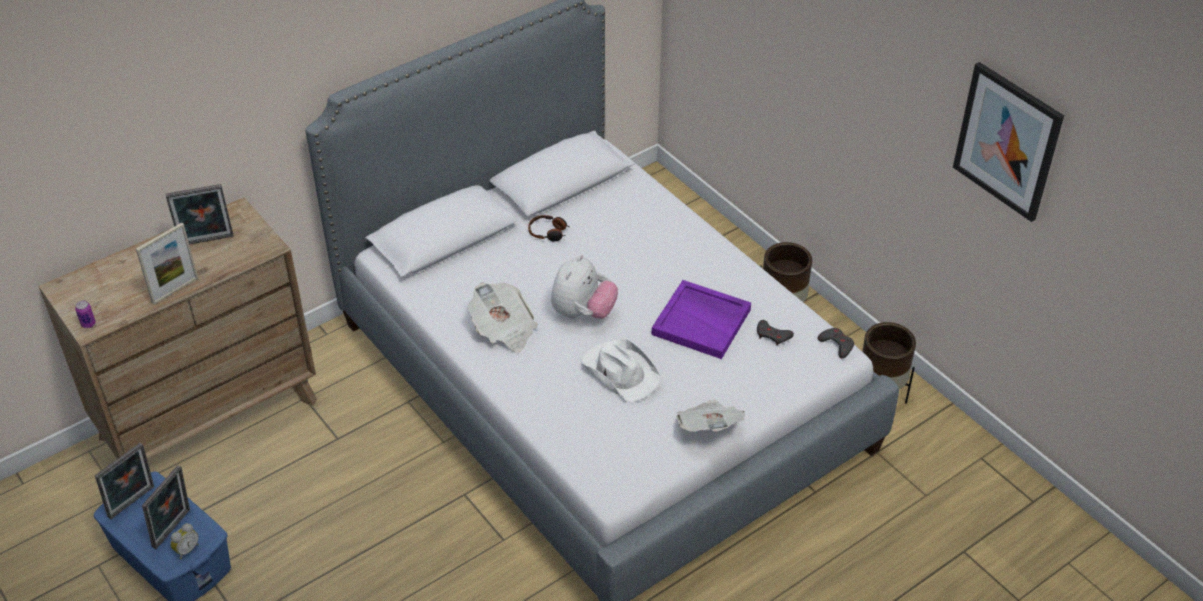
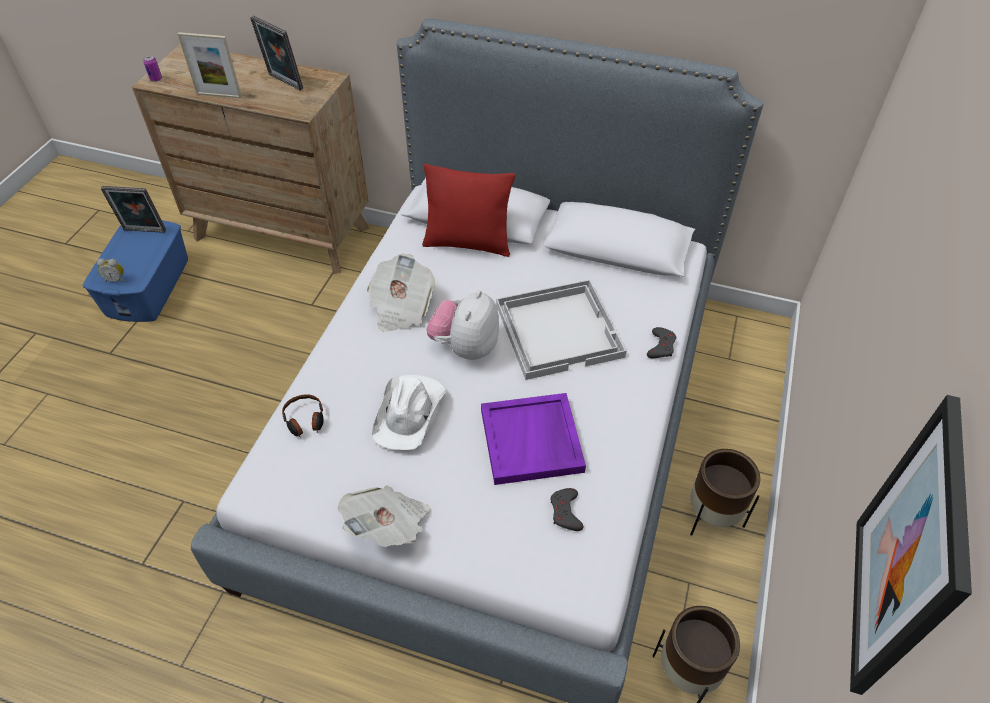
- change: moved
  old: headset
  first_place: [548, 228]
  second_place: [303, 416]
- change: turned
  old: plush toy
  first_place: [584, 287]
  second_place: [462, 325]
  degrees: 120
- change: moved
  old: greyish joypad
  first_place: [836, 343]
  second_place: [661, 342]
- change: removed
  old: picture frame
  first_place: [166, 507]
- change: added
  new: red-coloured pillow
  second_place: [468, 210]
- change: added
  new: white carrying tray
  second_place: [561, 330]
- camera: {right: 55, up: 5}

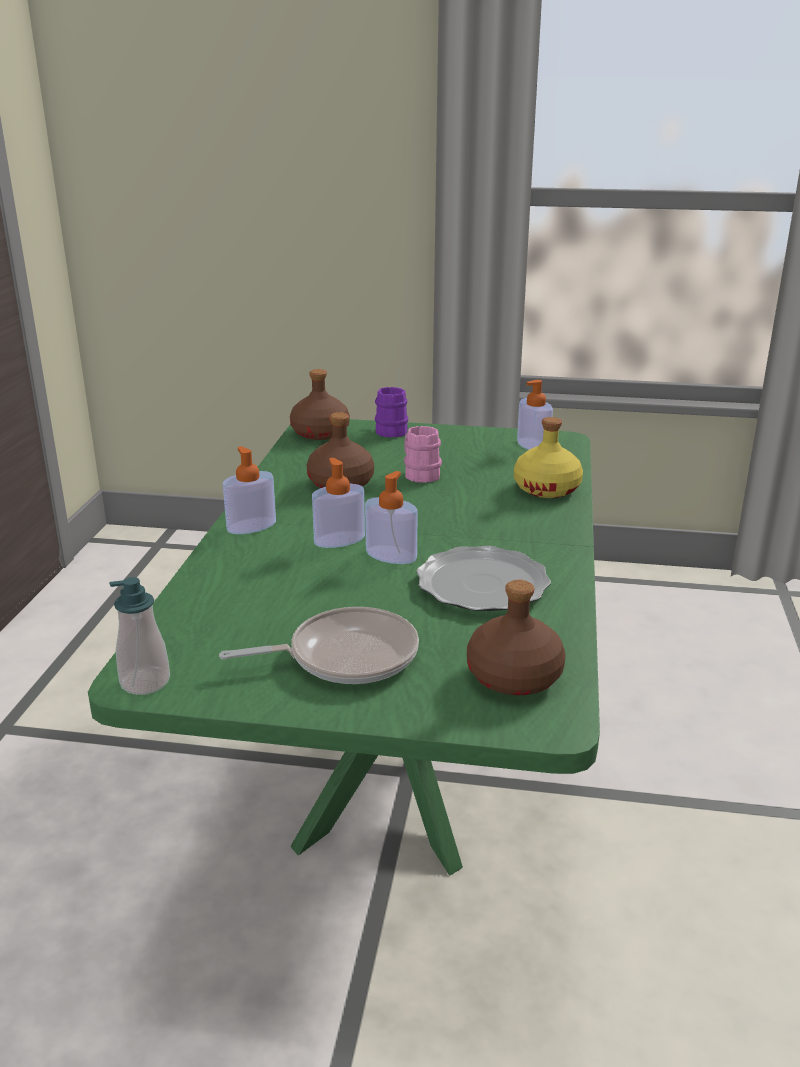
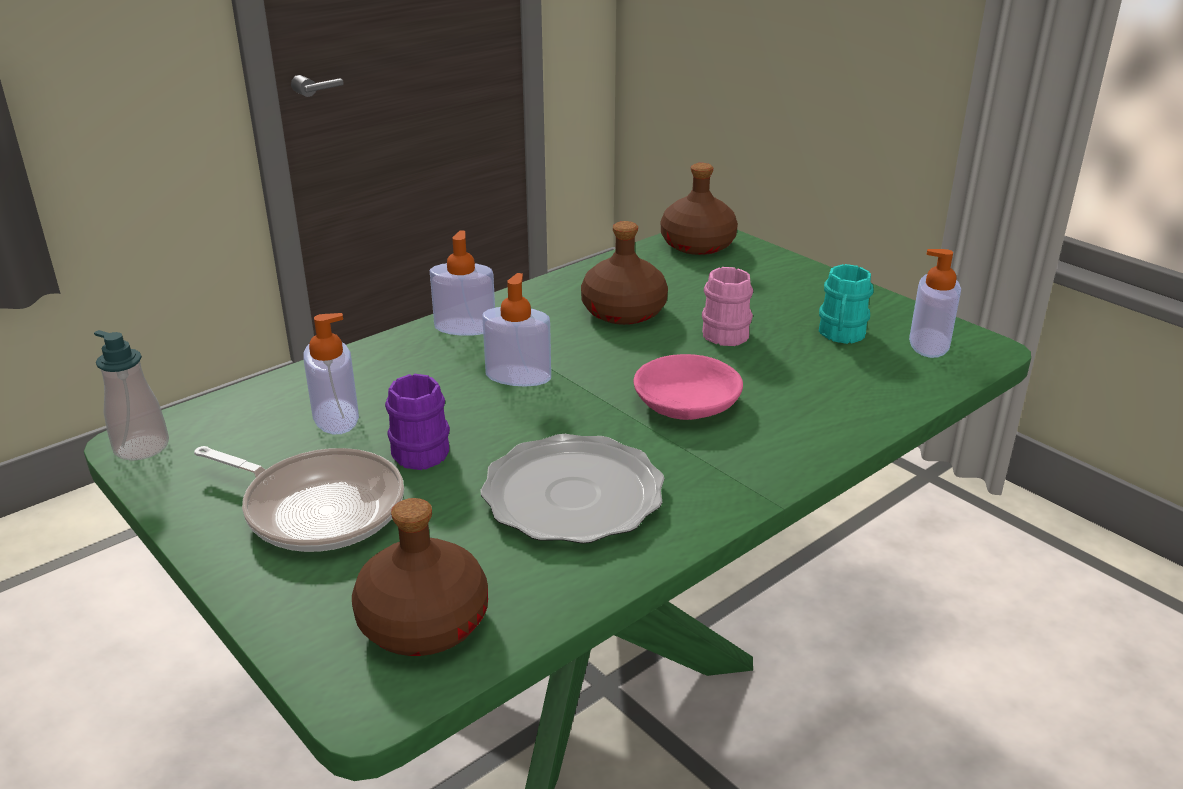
- change: moved
  old: purple-coloured tea mug
  first_place: [391, 412]
  second_place: [417, 422]
- change: removed
  old: yellow-coloured beverage bottle
  first_place: [548, 457]
- change: moved
  old: soap dispenser
  first_place: [391, 517]
  second_place: [331, 373]
- change: added
  new: blue-green tea mug
  second_place: [846, 304]
- change: added
  new: pink-coloured serving bowl
  second_place: [688, 387]
- camera: {right: 40, up: 5}

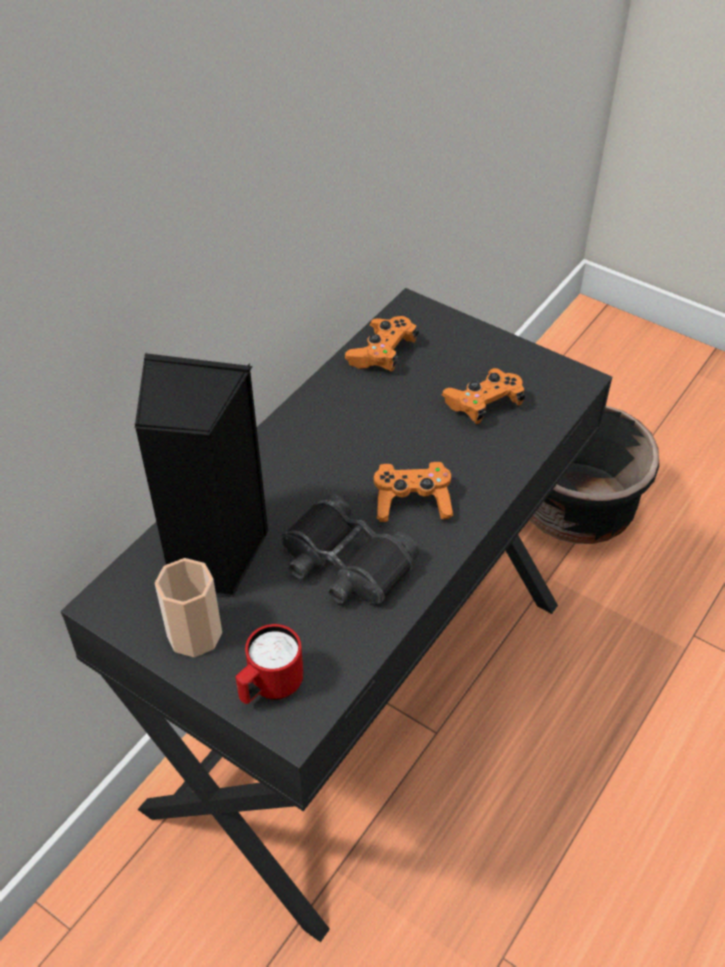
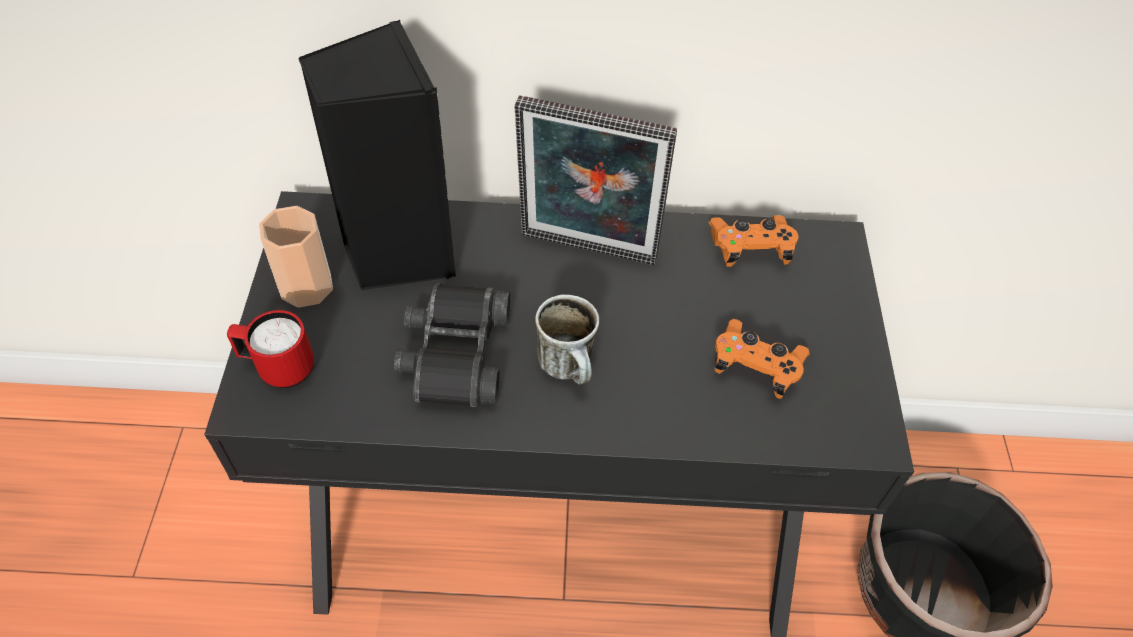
- change: replaced
  old: orange-coloured joypad
  new: tea mug
  first_place: [413, 492]
  second_place: [567, 340]
- change: added
  new: picture frame
  second_place: [596, 180]
- camera: {right: 55, up: 5}

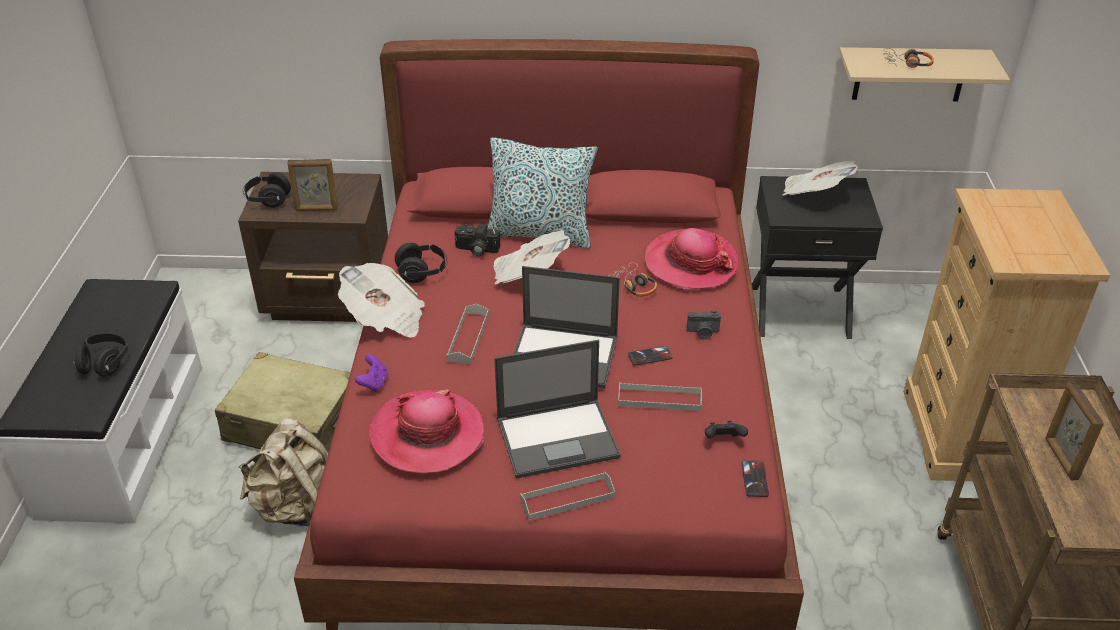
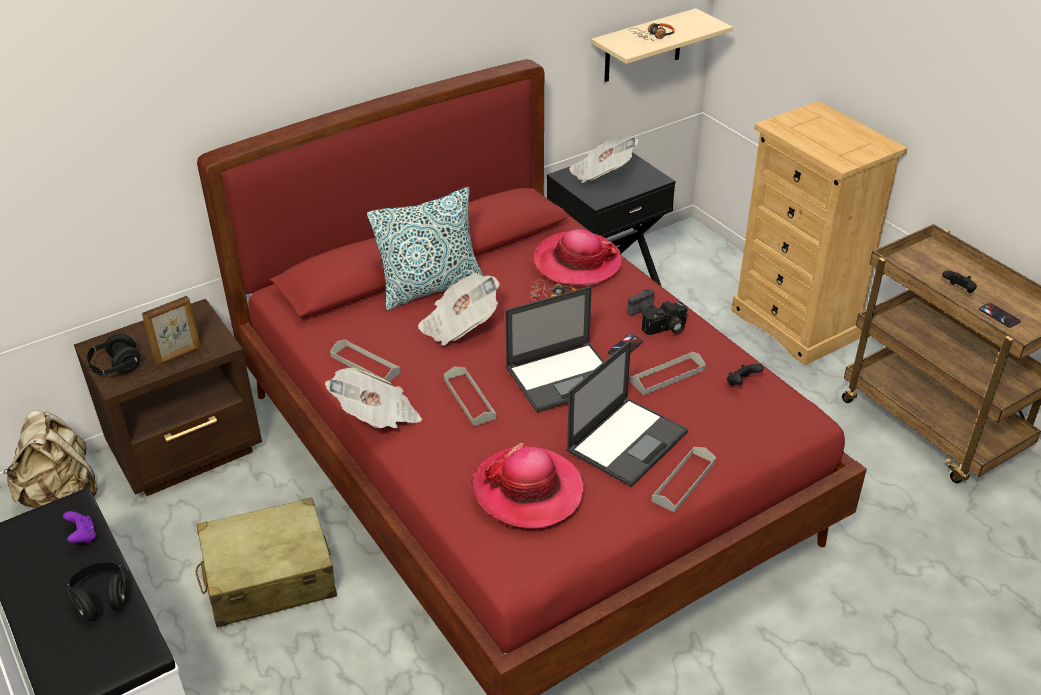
- change: moved
  old: still camera
  first_place: [477, 240]
  second_place: [664, 318]
- change: replaced
  old: blackish headset
  new: greyish carrying tray
  first_place: [421, 263]
  second_place: [365, 360]
- change: moved
  old: purple-coloured joypad
  first_place: [371, 373]
  second_place: [79, 527]
- change: replaced
  old: picture frame
  new: blackish joypad
  first_place: [1074, 430]
  second_place: [959, 282]
- change: moved
  old: sand-coloured knapsack
  first_place: [284, 472]
  second_place: [50, 459]
- change: moved
  old: handset
  first_place: [755, 479]
  second_place: [1000, 315]
- camera: {right: -35, up: 0}

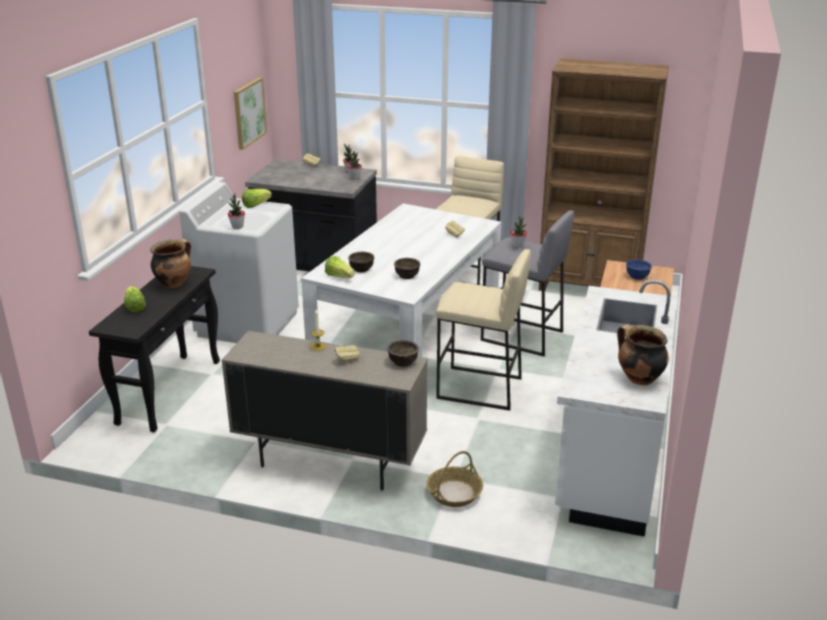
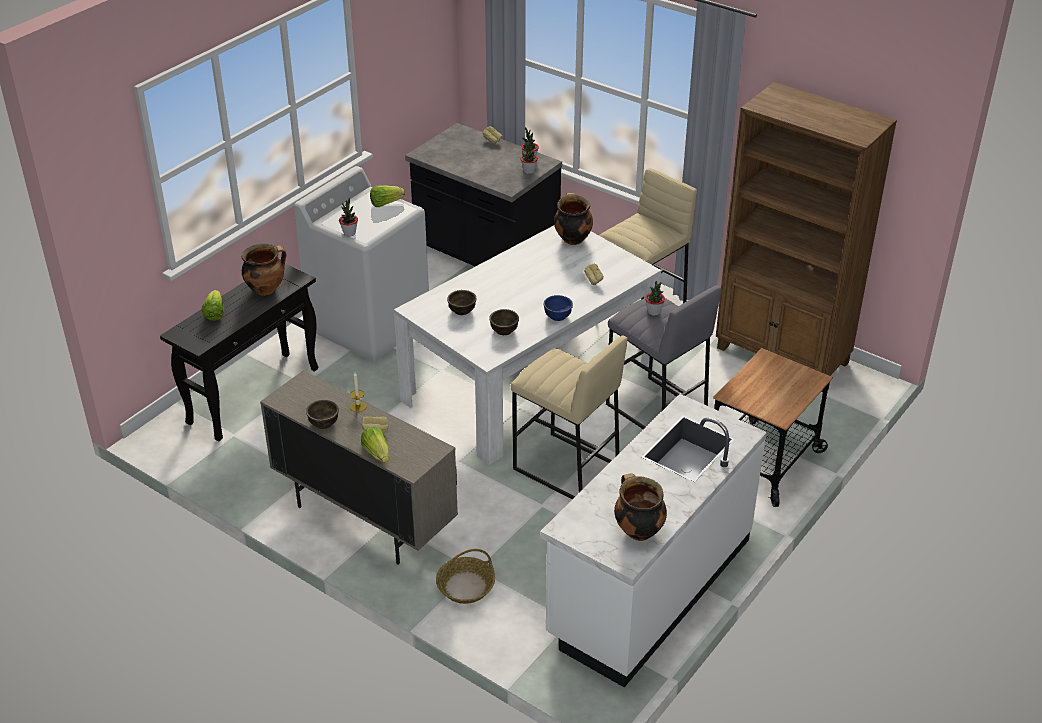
- change: removed
  old: wall art
  first_place: [250, 113]
- change: moved
  old: lettuce head
  first_place: [340, 267]
  second_place: [375, 445]
- change: moved
  old: bluish serving bowl
  first_place: [639, 270]
  second_place: [558, 308]
- change: moved
  old: brown-coloured serving bowl
  first_place: [403, 353]
  second_place: [322, 414]
- change: added
  new: saucepot
  second_place: [573, 219]
- camera: {right: 20, up: 10}

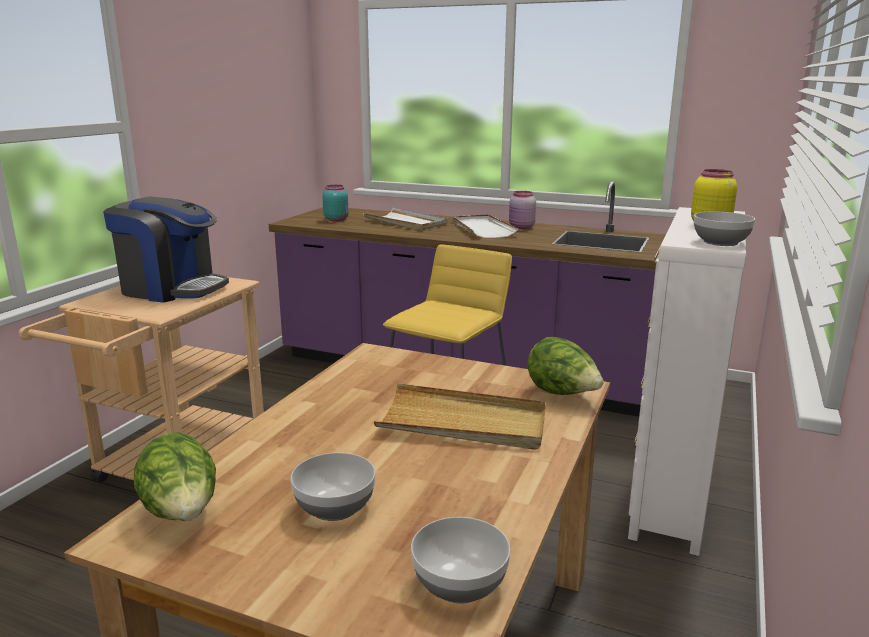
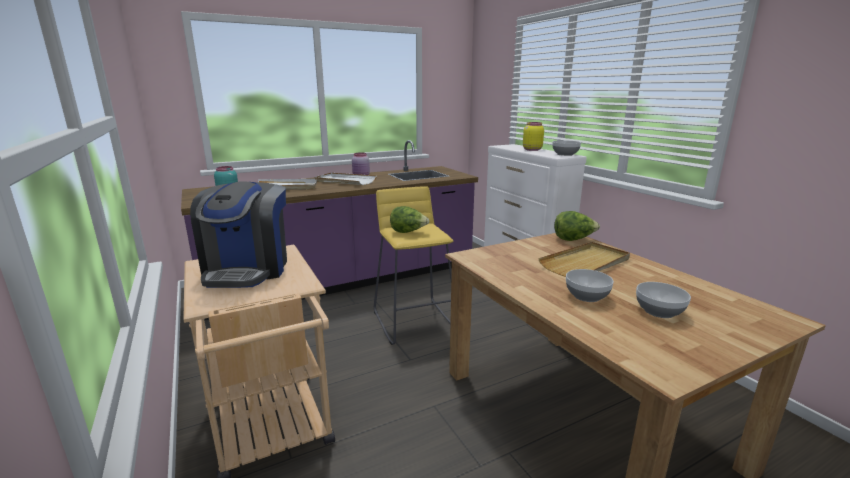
- change: turned
  old: coffee machine
  first_place: [166, 250]
  second_place: [238, 234]
  degrees: 120
- change: moved
  old: lettuce head
  first_place: [175, 476]
  second_place: [409, 219]
- change: moved
  old: serving bowl
  first_place: [461, 560]
  second_place: [590, 285]
- camera: {right: -50, up: 0}

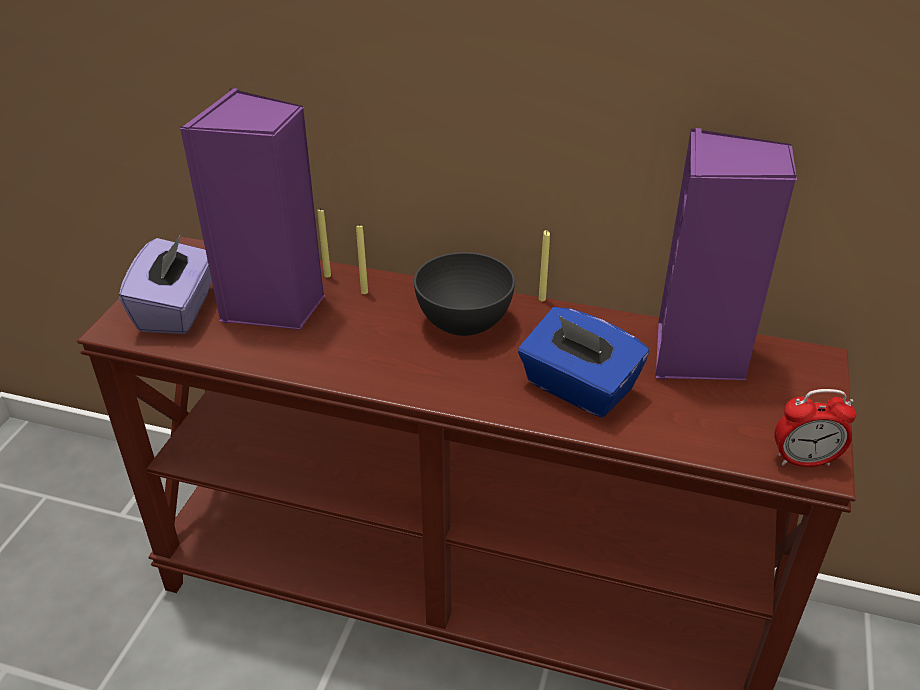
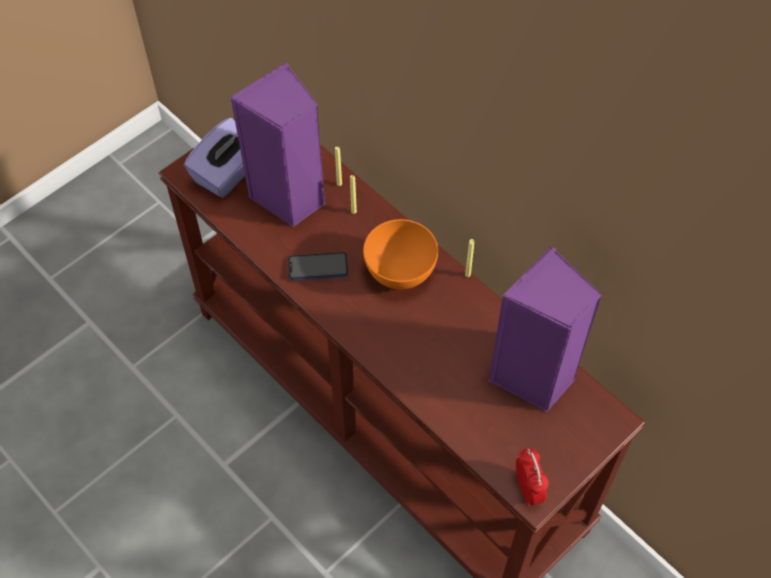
- change: recoloured
  old: greyish serving bowl
  new: orange-coloured serving bowl
  first_place: [464, 294]
  second_place: [400, 254]
- change: removed
  old: bluish box of tissues
  first_place: [583, 362]
- change: turned
  old: table clock
  first_place: [815, 428]
  second_place: [532, 477]
  degrees: -135
- change: added
  new: handset
  second_place: [318, 266]
- camera: {right: 30, up: 20}

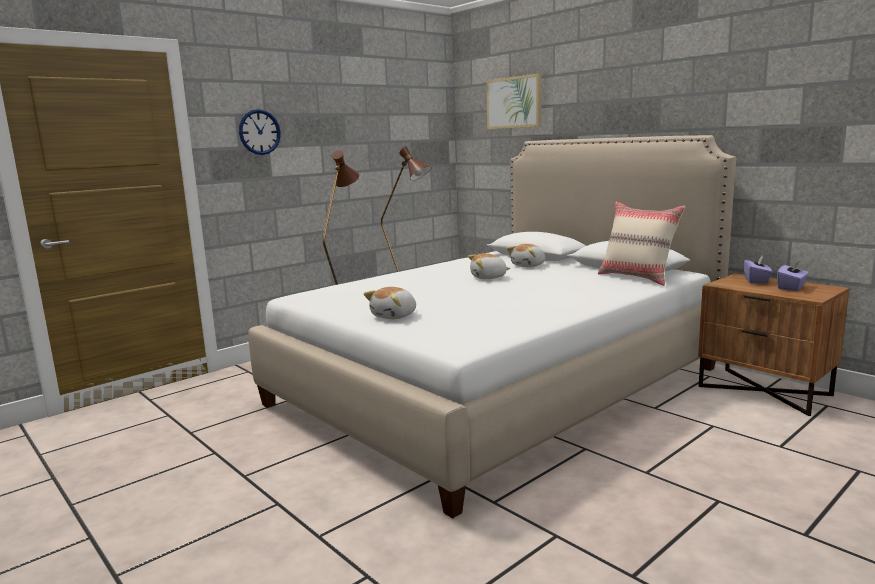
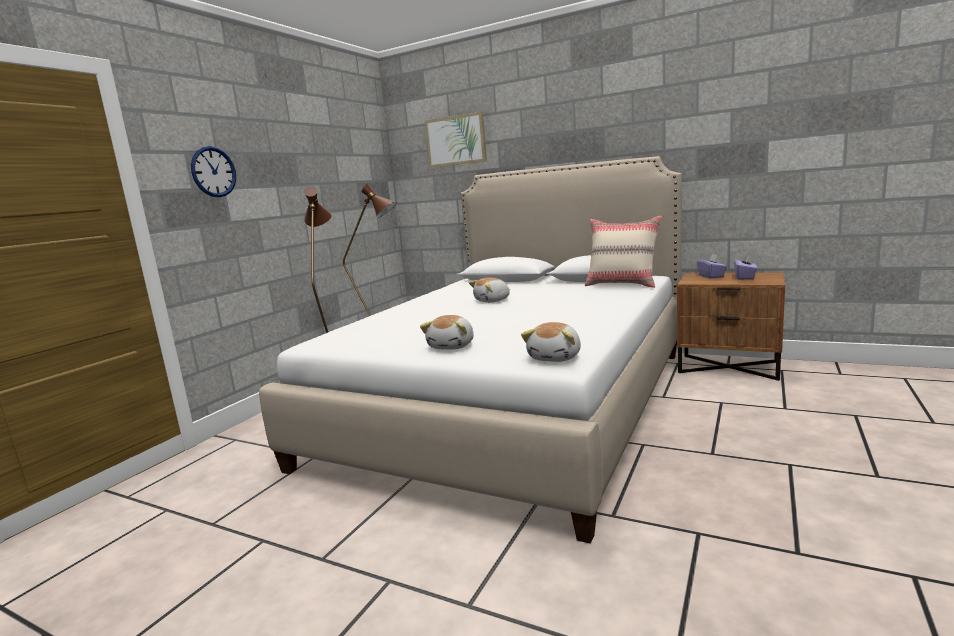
- change: moved
  old: plush toy
  first_place: [526, 255]
  second_place: [551, 342]
- camera: {right: -20, up: 0}

